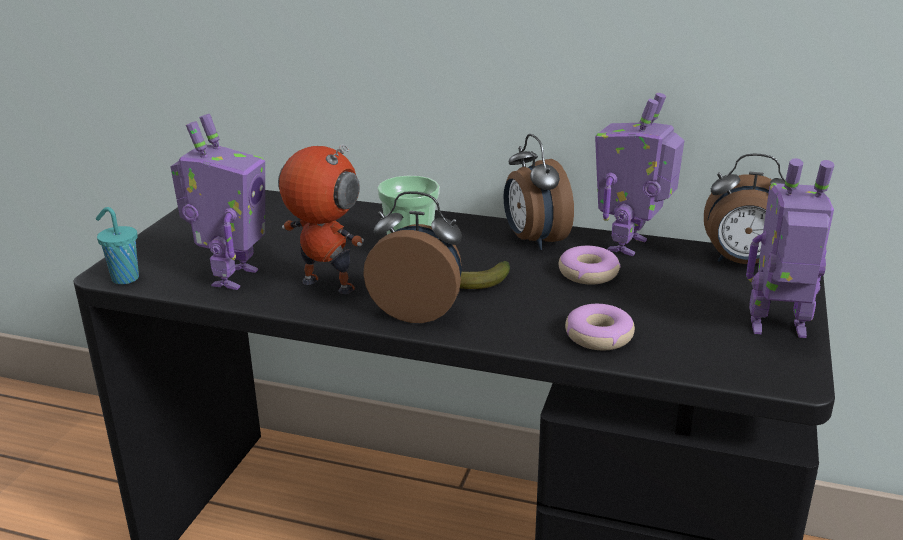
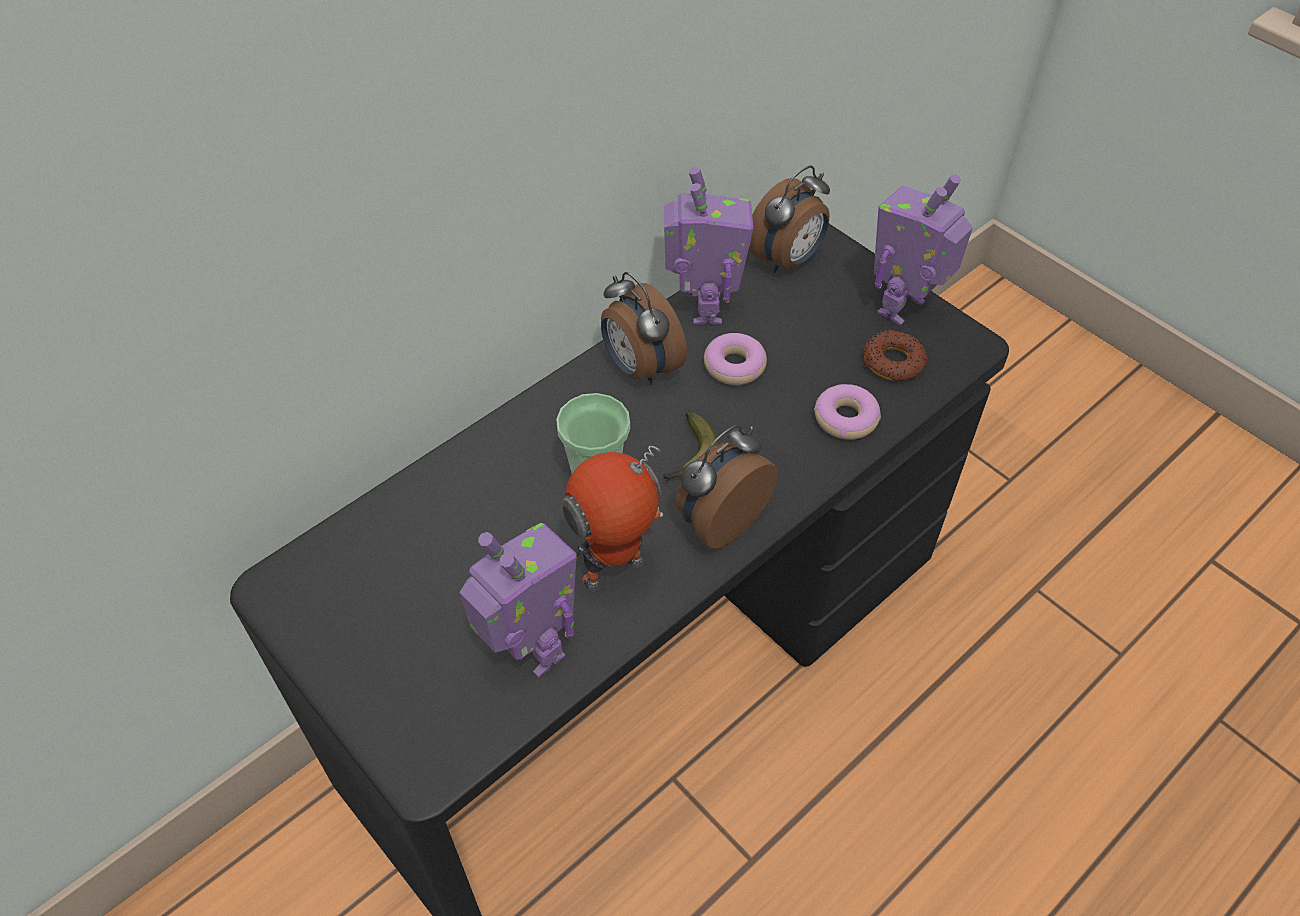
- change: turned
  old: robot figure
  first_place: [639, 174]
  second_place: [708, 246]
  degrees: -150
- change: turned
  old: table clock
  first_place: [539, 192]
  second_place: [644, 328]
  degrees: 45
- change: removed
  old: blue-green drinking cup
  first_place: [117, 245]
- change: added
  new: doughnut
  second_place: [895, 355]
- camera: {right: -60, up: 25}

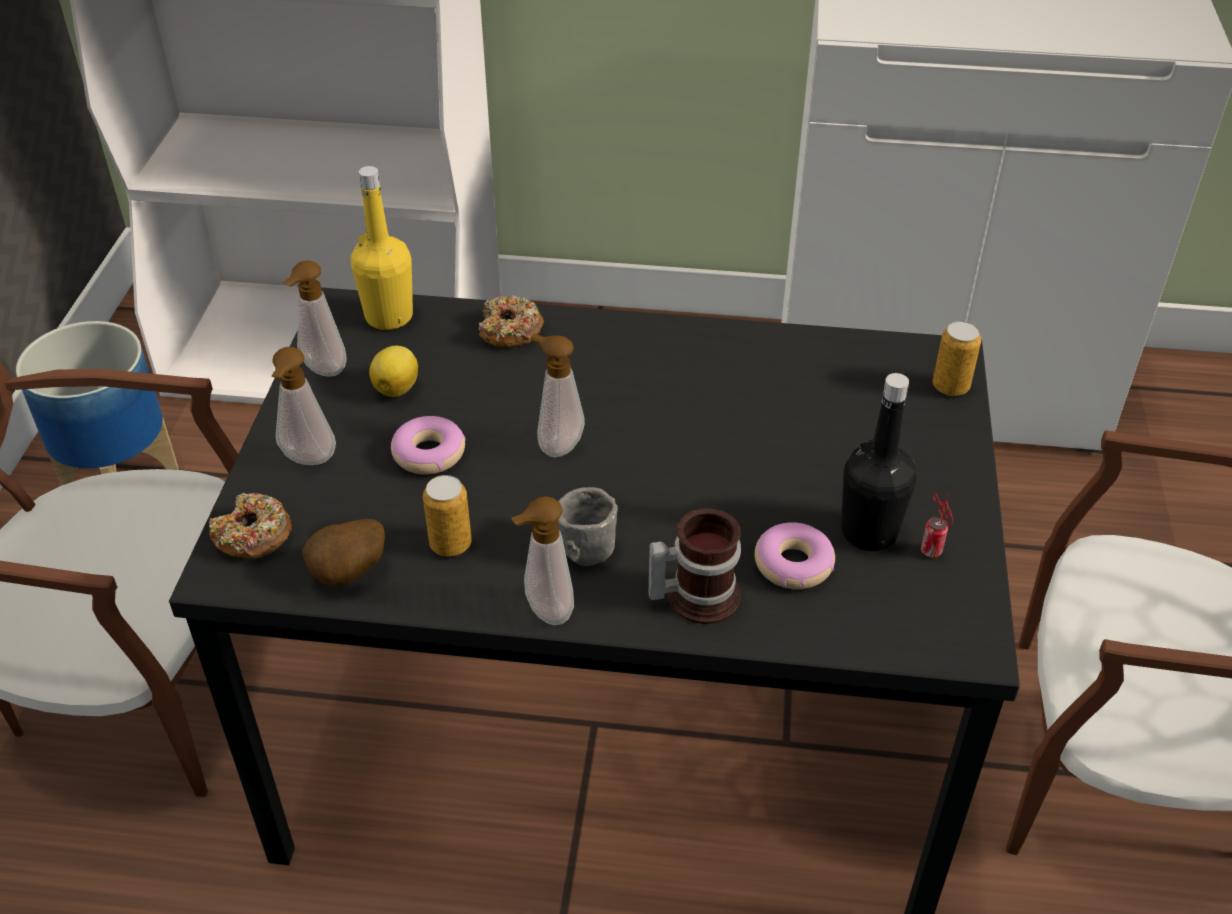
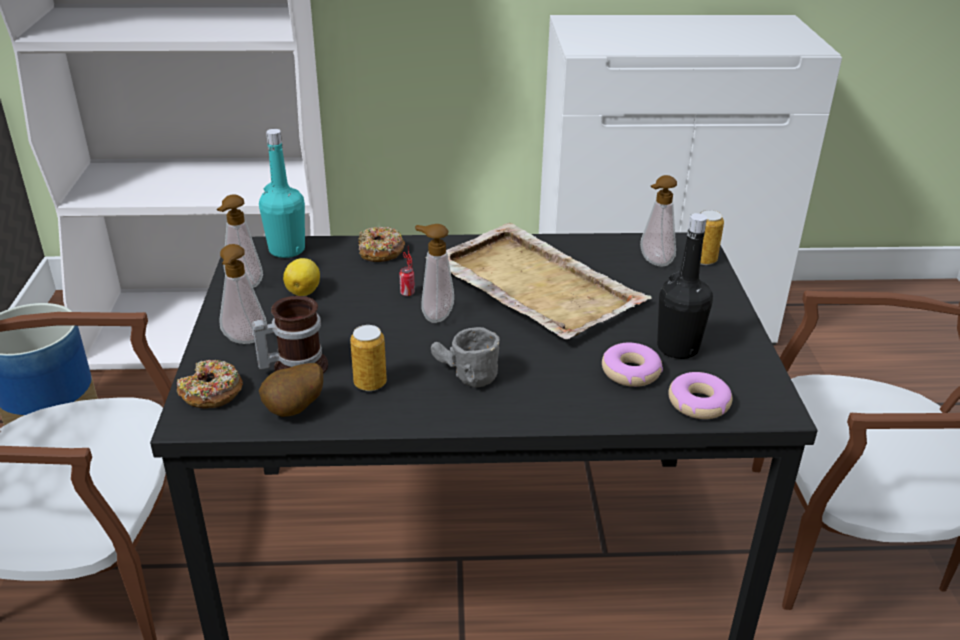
- change: recoloured
  old: yellow-coloured beverage bottle
  new: blue-green beverage bottle
  first_place: [382, 248]
  second_place: [282, 193]
- change: moved
  old: doughnut
  first_place: [428, 445]
  second_place: [700, 395]
- change: moved
  old: metal can
  first_place: [937, 525]
  second_place: [407, 271]
- change: moved
  old: soap dispenser
  first_place: [542, 560]
  second_place: [658, 220]
- change: moved
  old: tea mug
  first_place: [695, 566]
  second_place: [290, 335]
- change: added
  new: sand-coloured carrying tray
  second_place: [539, 281]
- camera: {right: -10, up: -10}

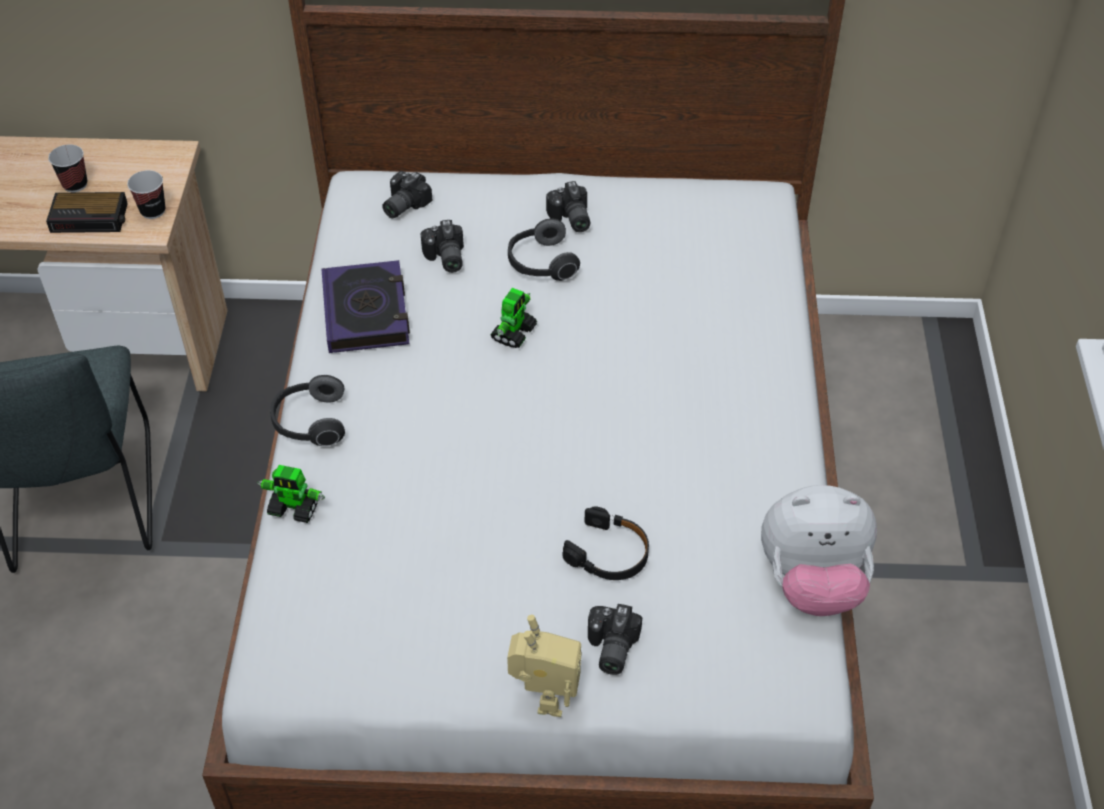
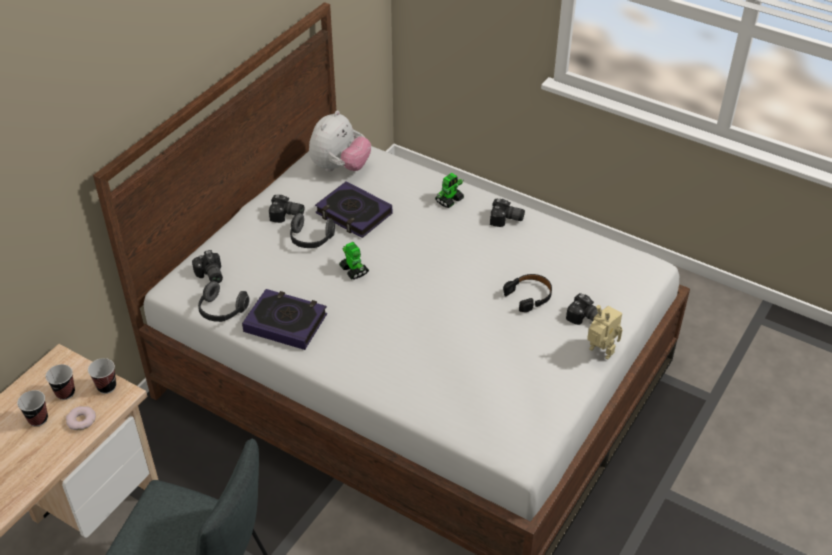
- change: replaced
  old: table clock
  new: doughnut
  first_place: [87, 212]
  second_place: [81, 418]
- change: moved
  old: still camera
  first_place: [442, 246]
  second_place: [507, 213]
- change: moved
  old: headset
  first_place: [307, 410]
  second_place: [224, 301]
- change: moved
  old: robot figure
  first_place: [291, 494]
  second_place: [449, 190]
- change: moved
  old: plush toy
  first_place: [819, 550]
  second_place: [340, 140]
- change: added
  new: bound book
  second_place: [353, 209]
- change: added
  new: drinking cup
  second_place: [60, 382]
- camera: {right: -60, up: -5}

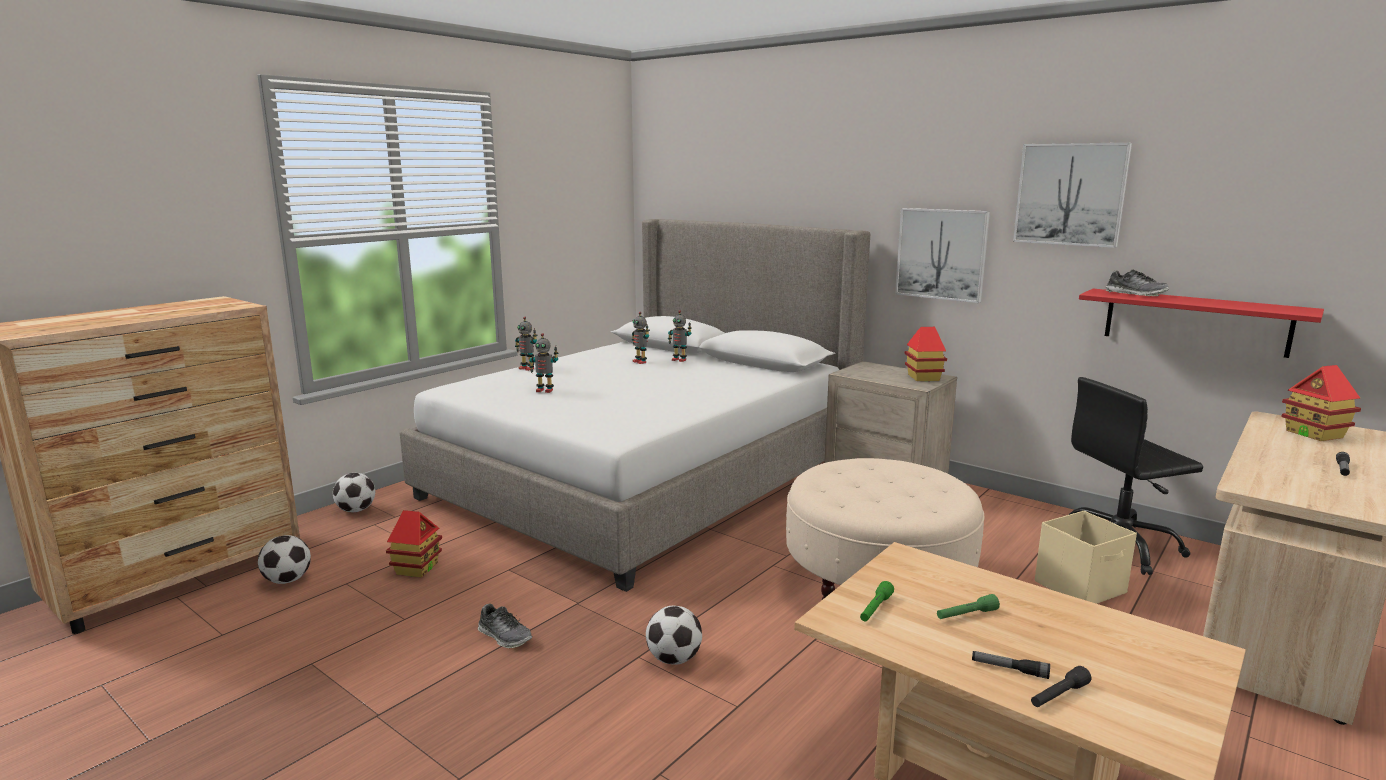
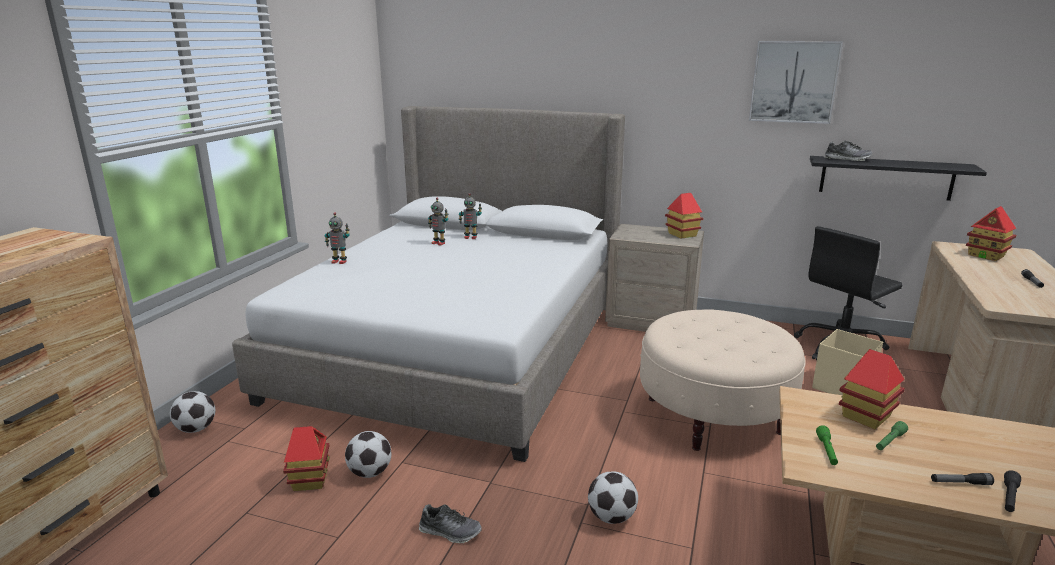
- change: removed
  old: wall art
  first_place: [942, 255]
- change: recoloured
  old: red-coloured wall shelf
  new: blackish wall shelf
  first_place: [1201, 323]
  second_place: [898, 178]
- change: removed
  old: robot figure
  first_place: [543, 363]
- change: moved
  old: ball for football
  first_place: [284, 559]
  second_place: [368, 454]
- change: added
  new: toy house
  second_place: [872, 389]
- camera: {right: -20, up: 5}

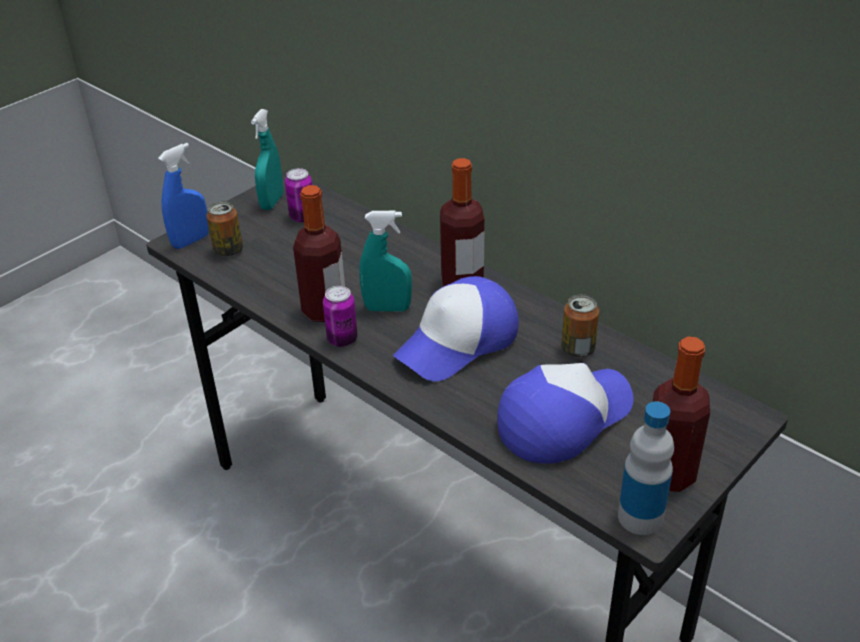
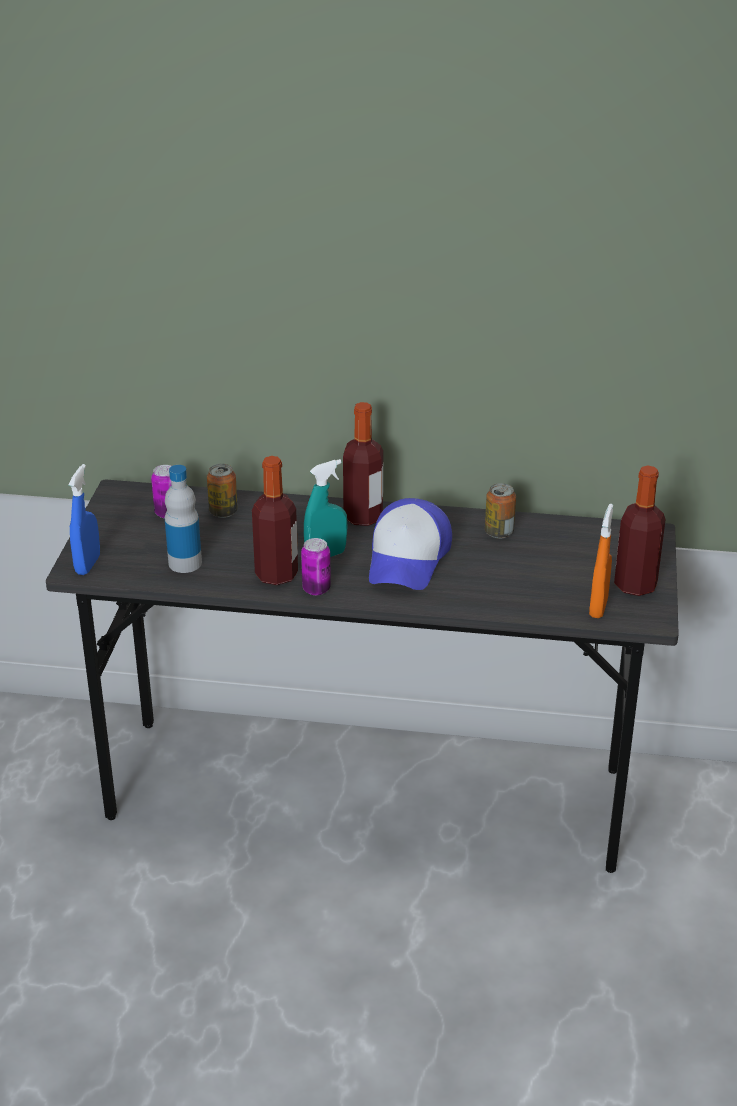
- change: removed
  old: blue-green sprayer
  first_place: [267, 159]
- change: moved
  old: metal can
  first_place: [224, 229]
  second_place: [222, 491]
- change: removed
  old: baseball cap
  first_place: [565, 413]
- change: moved
  old: beverage bottle
  first_place: [646, 468]
  second_place: [183, 519]
- change: added
  new: orange-coloured sprayer
  second_place: [601, 561]
- camera: {right: -35, up: -5}

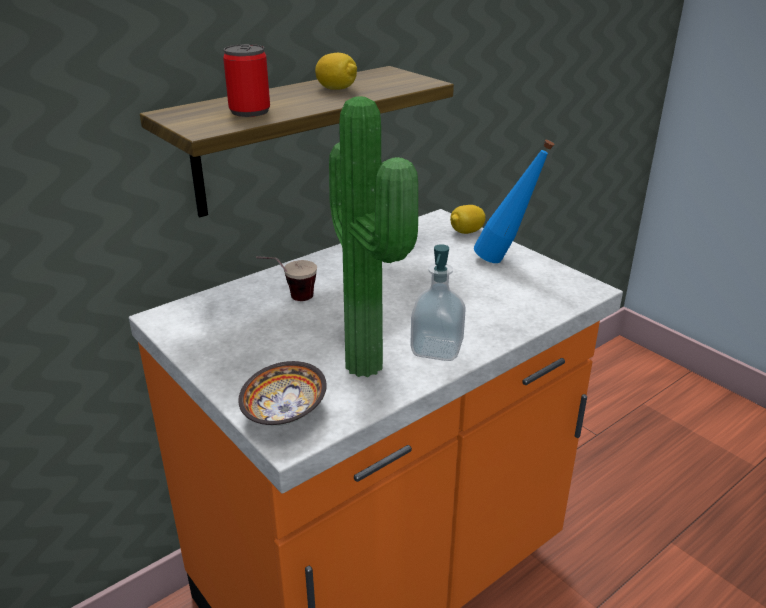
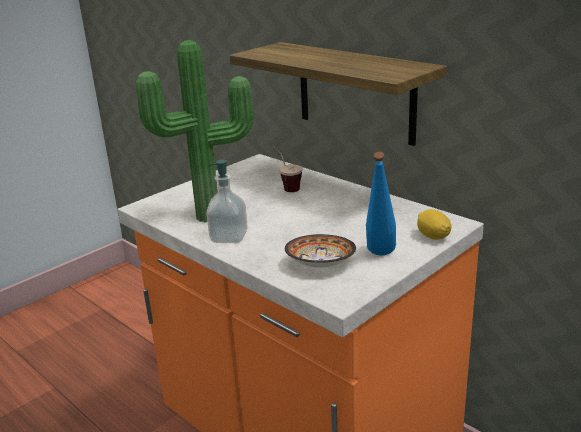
- change: removed
  old: metal can
  first_place: [246, 80]
- change: removed
  old: whole lemon
  first_place: [336, 71]
- change: moved
  old: serving bowl
  first_place: [282, 393]
  second_place: [320, 251]
- camera: {right: 85, up: -5}

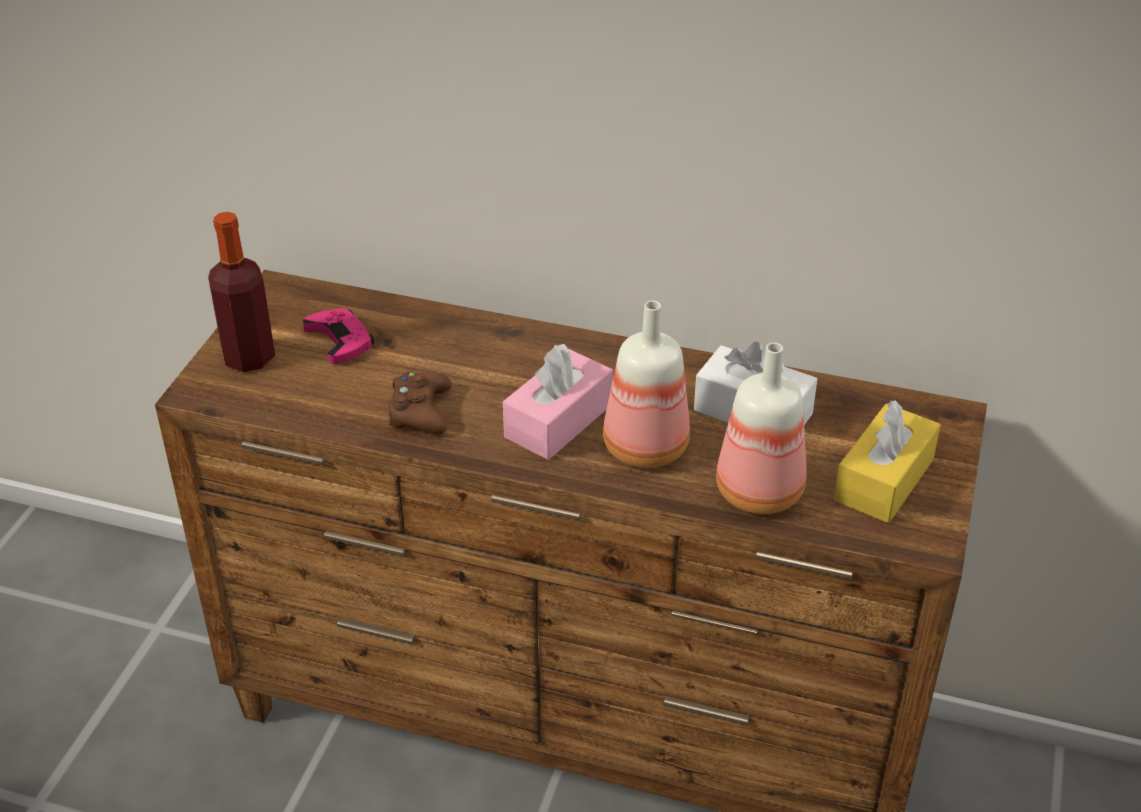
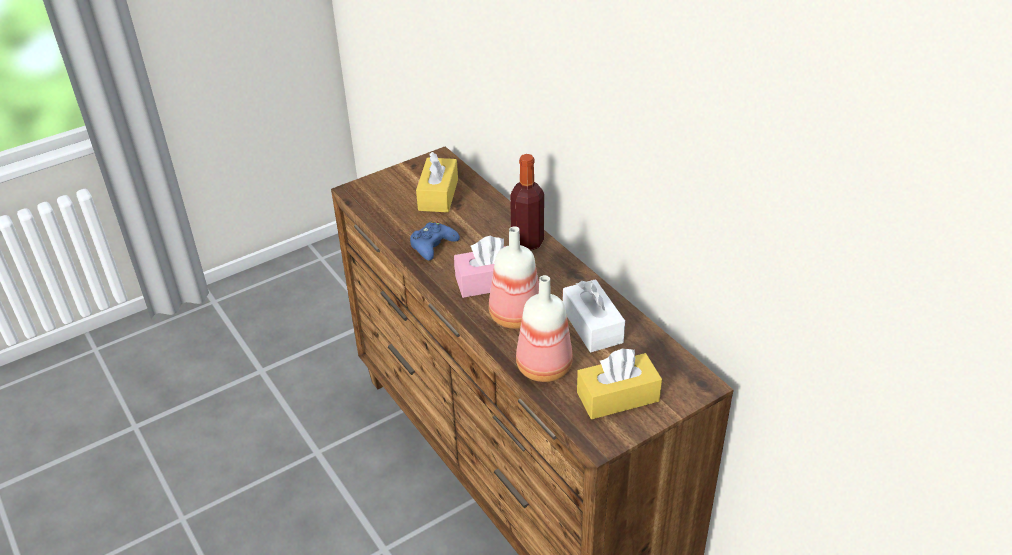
- change: moved
  old: beverage bottle
  first_place: [241, 292]
  second_place: [527, 202]
- change: replaced
  old: pink-coloured joypad
  new: yellow-coloured box of tissues
  first_place: [338, 336]
  second_place: [437, 182]
- change: recoloured
  old: brown-coloured joypad
  new: bluish joypad
  first_place: [420, 403]
  second_place: [435, 241]
- camera: {right: 40, up: 0}

